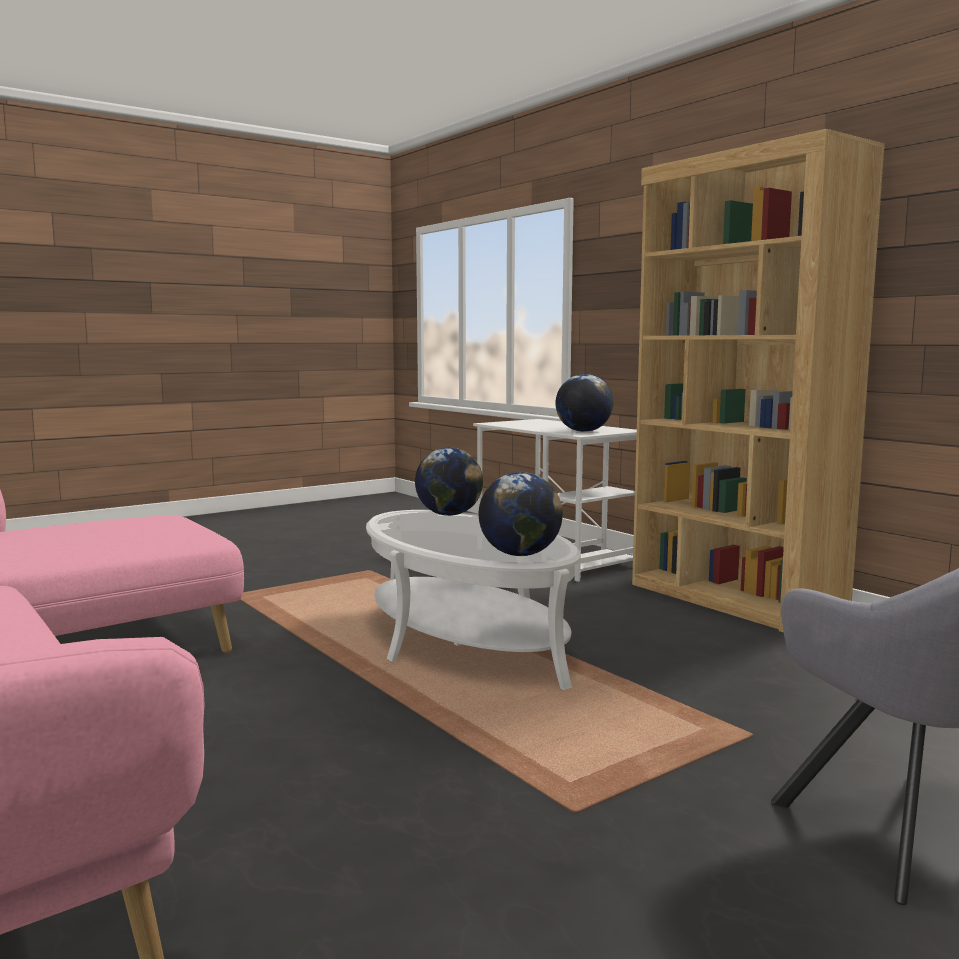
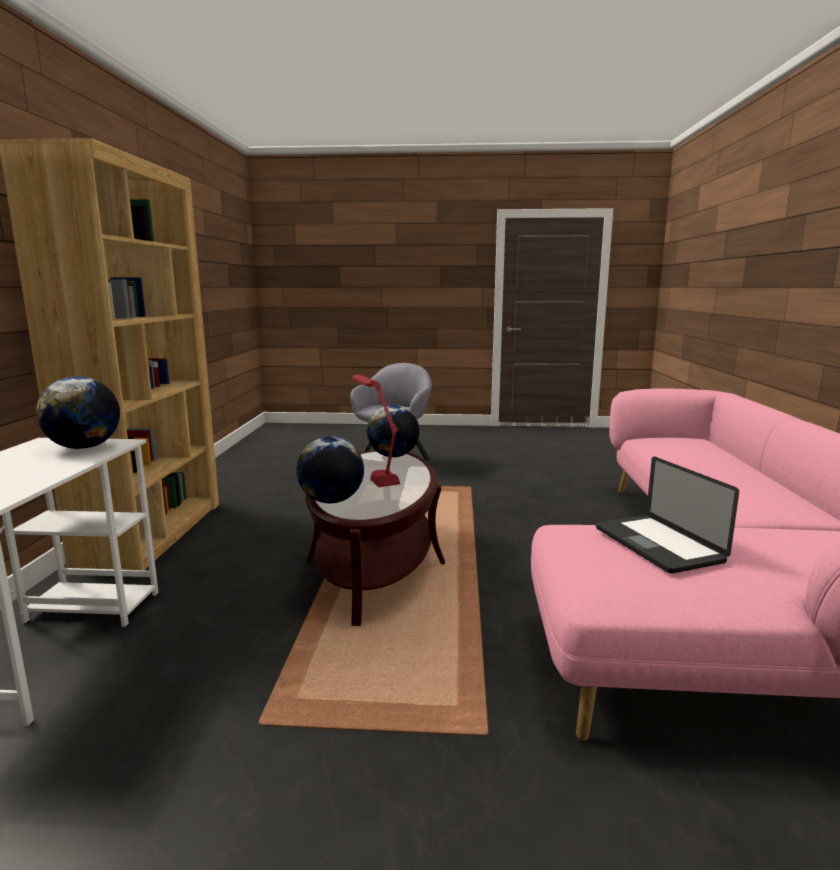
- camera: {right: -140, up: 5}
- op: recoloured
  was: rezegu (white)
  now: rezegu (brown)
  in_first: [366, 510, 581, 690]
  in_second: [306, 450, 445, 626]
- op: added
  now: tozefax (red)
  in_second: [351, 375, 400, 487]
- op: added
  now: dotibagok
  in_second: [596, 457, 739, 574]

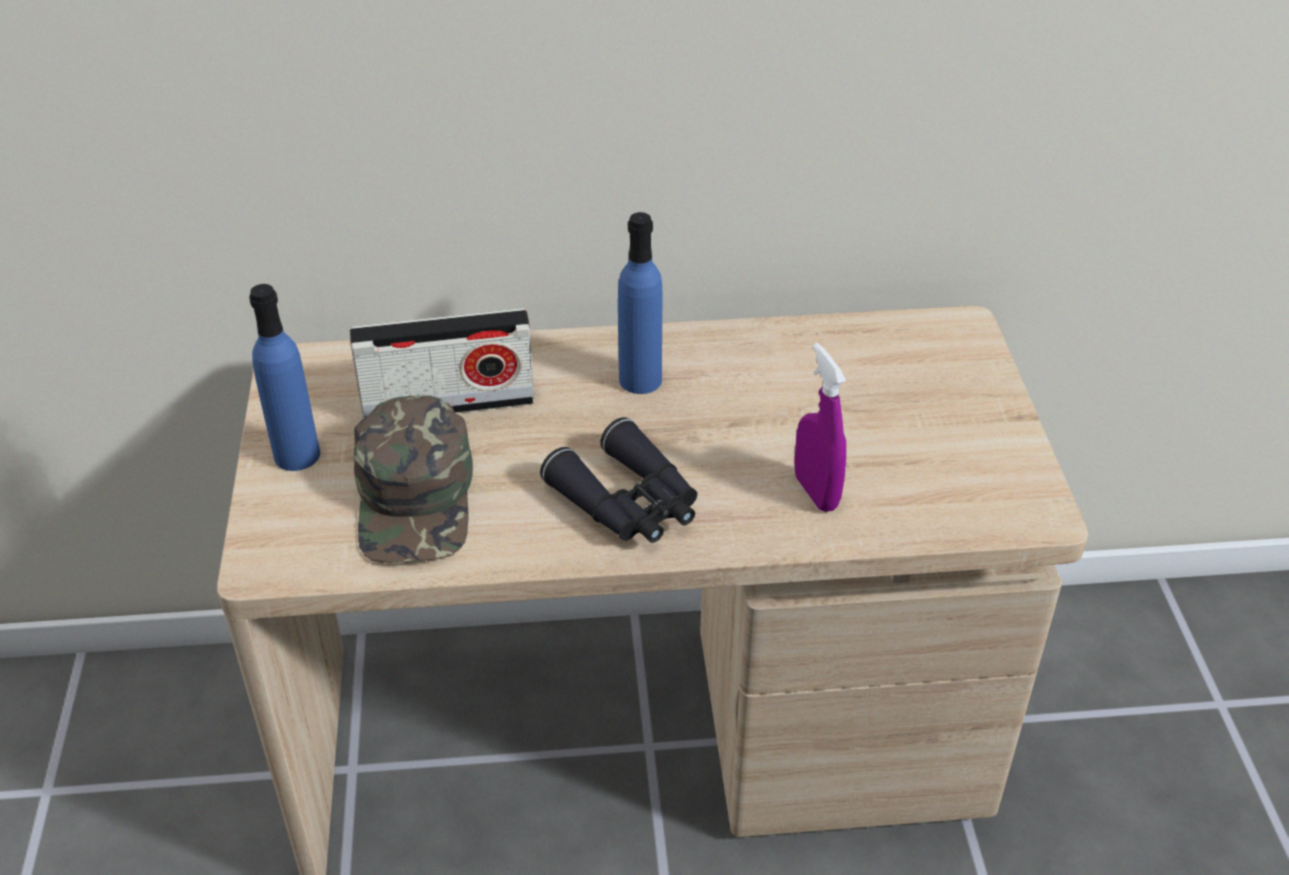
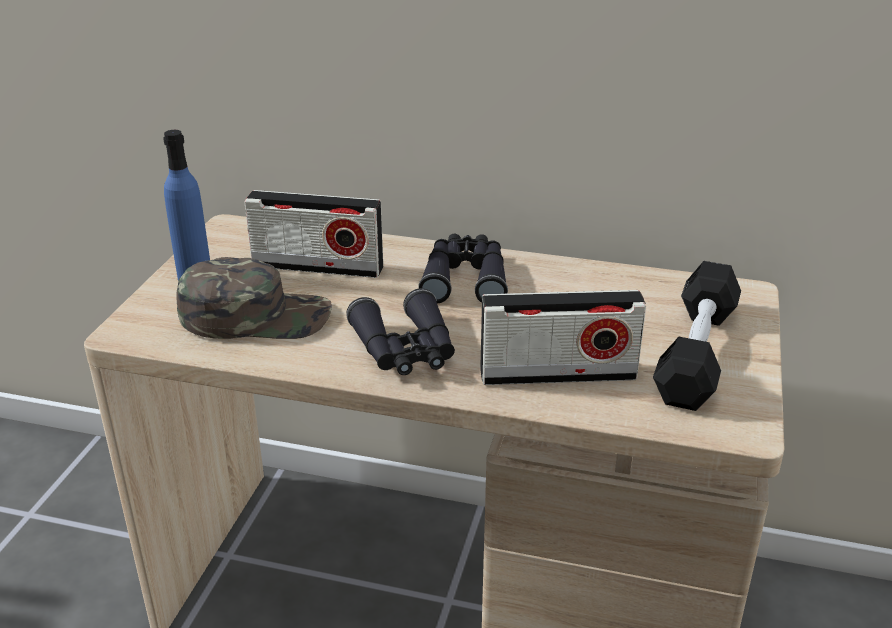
- camera: {right: 20, up: -10}
- op: replaced
  was: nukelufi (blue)
  now: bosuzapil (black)
  in_first: [618, 212, 662, 394]
  in_second: [418, 234, 508, 304]
- op: replaced
  was: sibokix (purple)
  now: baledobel
  in_first: [794, 343, 846, 512]
  in_second: [480, 290, 646, 385]
- op: turned
  was: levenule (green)
  in_first: [353, 395, 473, 563]
  in_second: [177, 257, 332, 339]
  clockwise: -105
- op: added
  now: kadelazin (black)
  in_second: [653, 261, 741, 411]

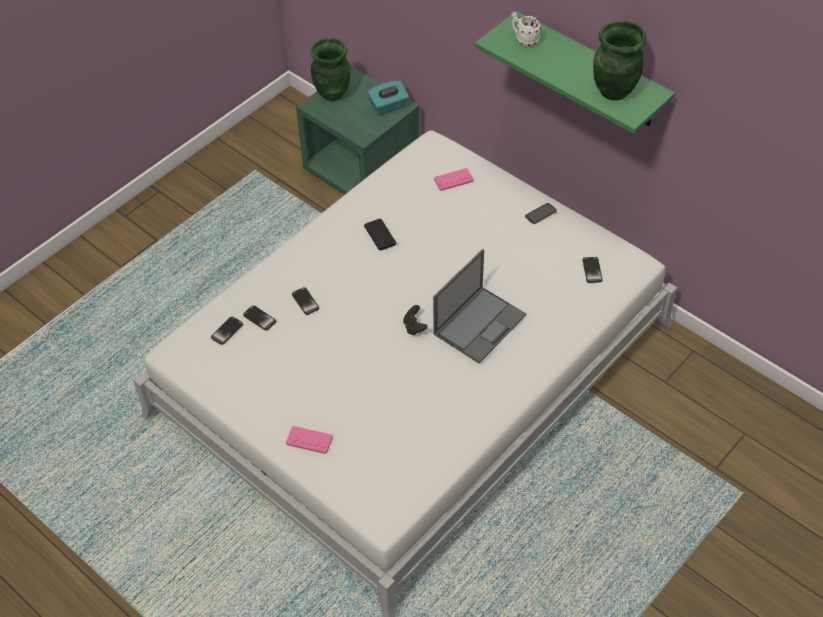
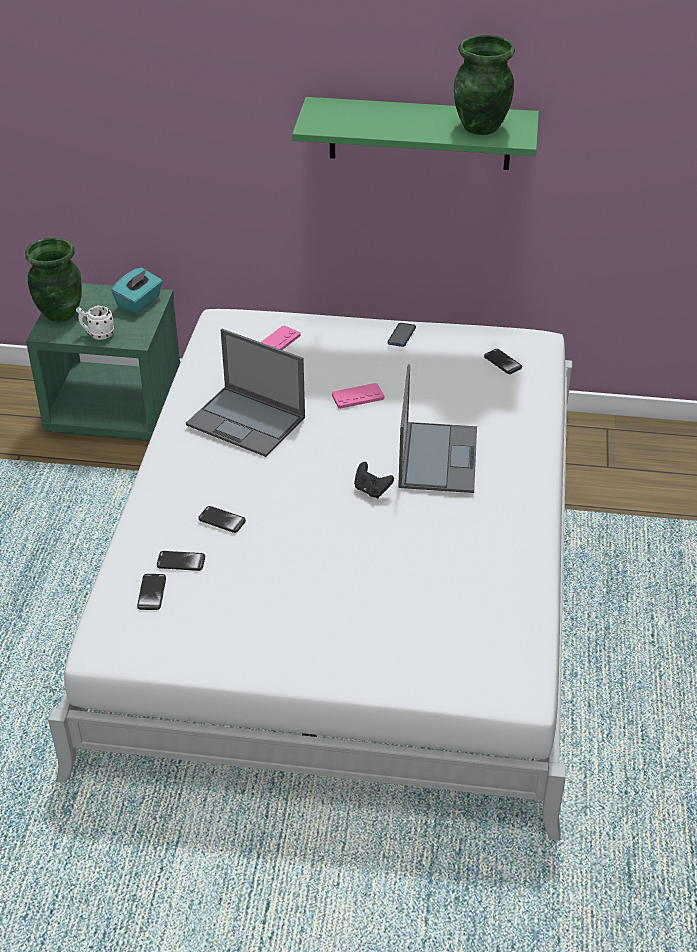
- camera: {right: -35, up: -10}
- op: moved
  was: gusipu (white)
  in_first: [512, 12, 541, 47]
  in_second: [76, 306, 114, 340]
- op: replaced
  was: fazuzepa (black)
  now: dotibagok
  in_first: [364, 219, 396, 251]
  in_second: [186, 329, 305, 457]
- op: moved
  was: fazuzepa (pink)
  in_first: [286, 426, 333, 454]
  in_second: [332, 383, 384, 409]

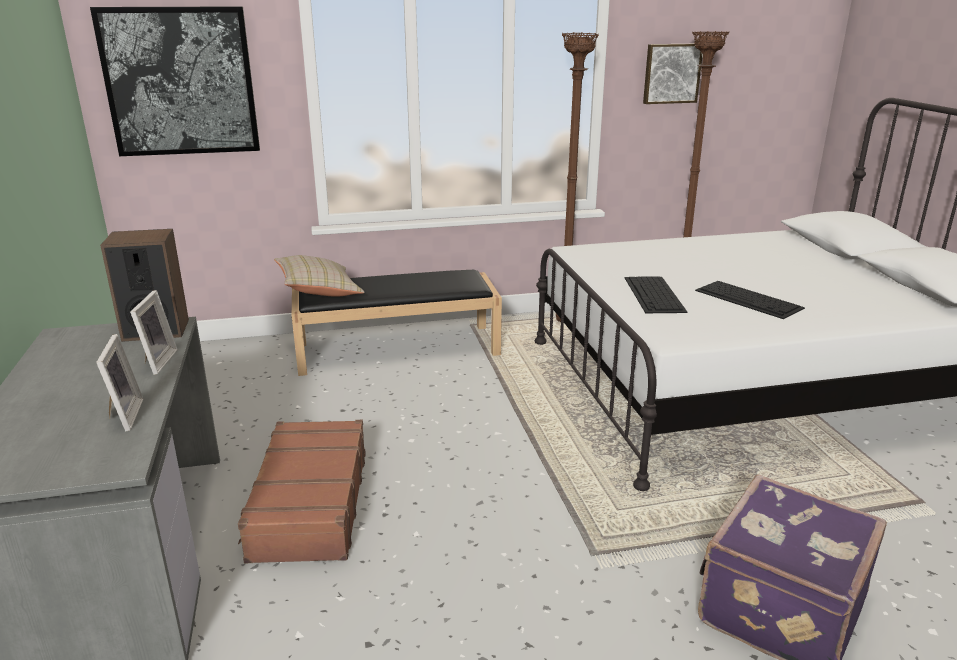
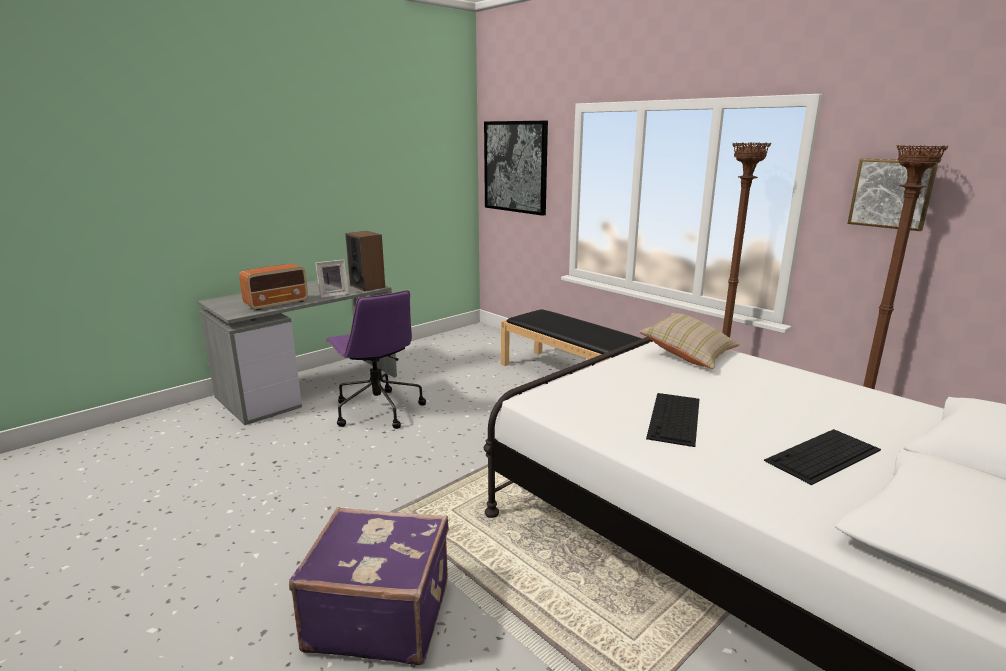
- camera: {right: 60, up: -5}
- op: moved
  was: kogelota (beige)
  in_first: [274, 255, 365, 297]
  in_second: [639, 313, 740, 369]
- op: moved
  was: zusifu
  in_first: [625, 276, 688, 313]
  in_second: [764, 429, 881, 485]
- op: replaced
  was: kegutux
  now: baledobel
  in_first: [96, 334, 143, 432]
  in_second: [239, 264, 308, 311]
- op: replaced
  was: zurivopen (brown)
  now: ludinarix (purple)
  in_first: [238, 420, 366, 564]
  in_second: [325, 290, 426, 429]

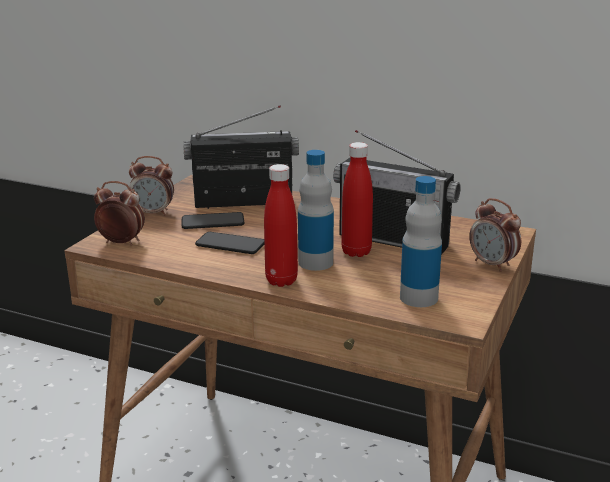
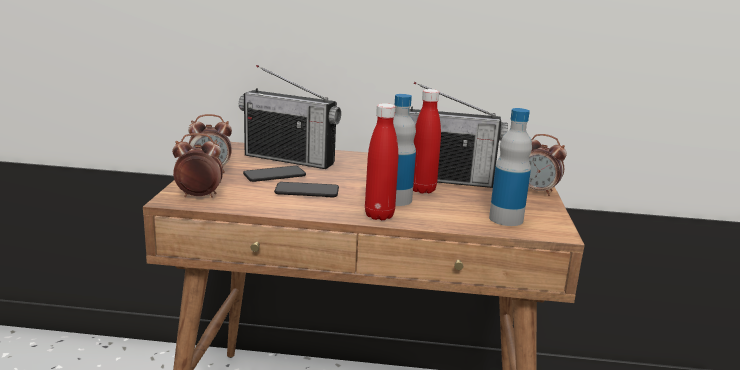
- camera: {right: -20, up: -5}
- op: turned
  was: baledobel
  in_first: [183, 106, 299, 209]
  in_second: [239, 65, 341, 169]
  clockwise: -135

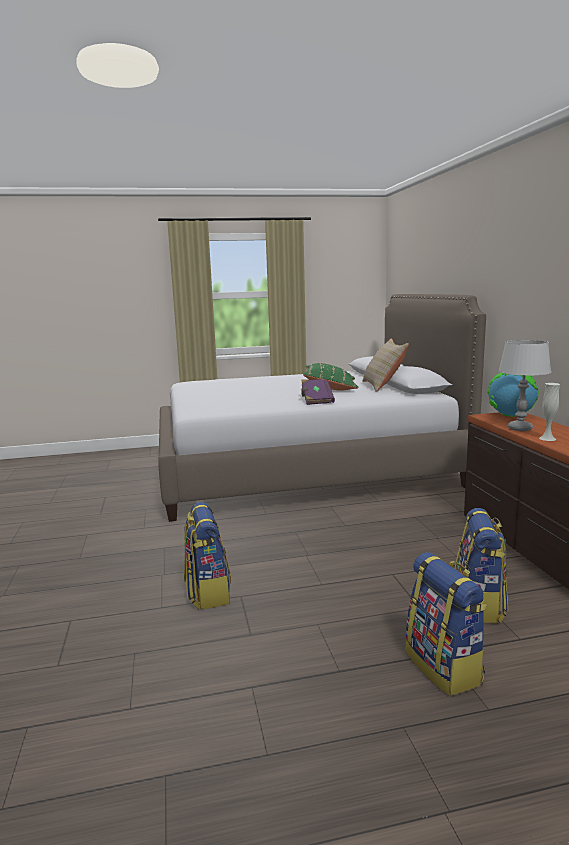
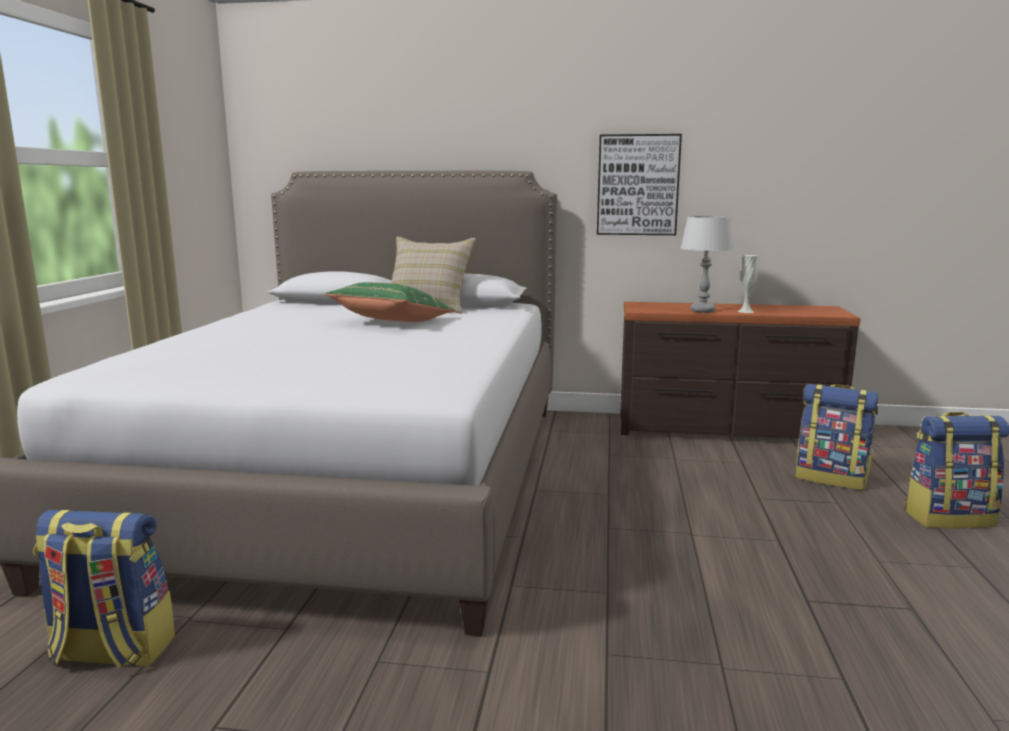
- camera: {right: -70, up: 0}
- op: removed
  was: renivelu
  in_first: [487, 372, 539, 417]
- op: removed
  was: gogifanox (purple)
  in_first: [301, 379, 335, 405]
- op: moved
  was: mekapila
  in_first: [184, 502, 231, 609]
  in_second: [33, 509, 175, 668]
- op: added
  now: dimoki
  in_second: [597, 134, 682, 235]

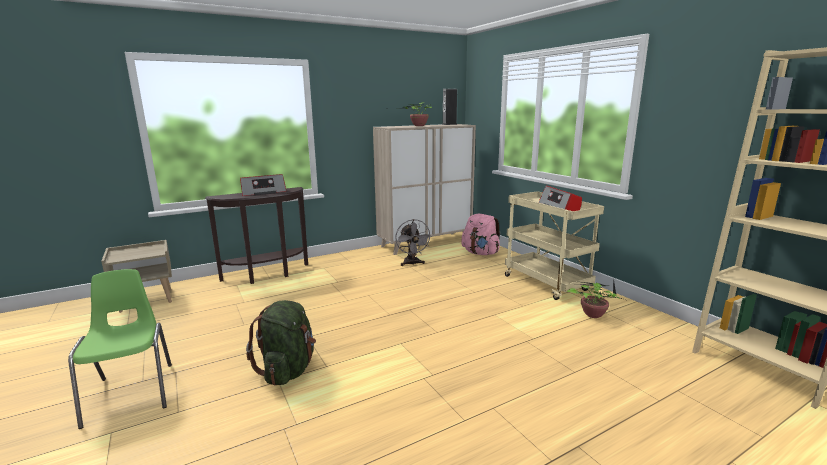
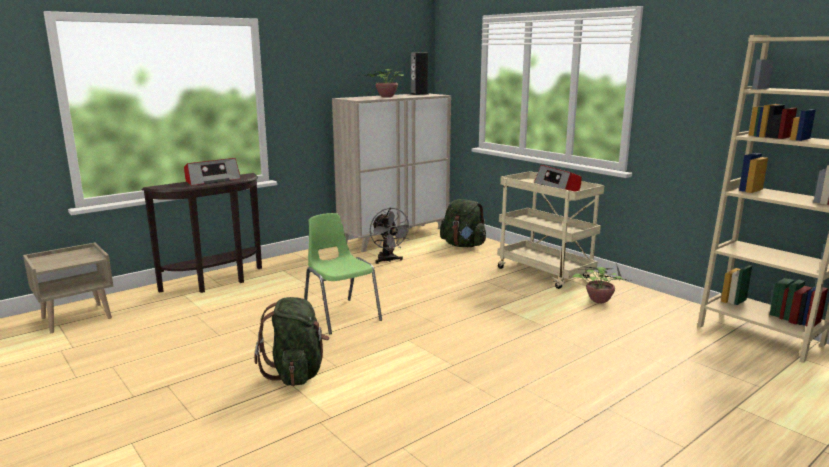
- camera: {right: -10, up: 0}
- op: recoloured
  was: mekapila (pink)
  now: mekapila (green)
  in_first: [461, 214, 500, 255]
  in_second: [440, 199, 486, 247]
- op: moved
  was: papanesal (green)
  in_first: [68, 269, 172, 429]
  in_second: [304, 213, 382, 334]

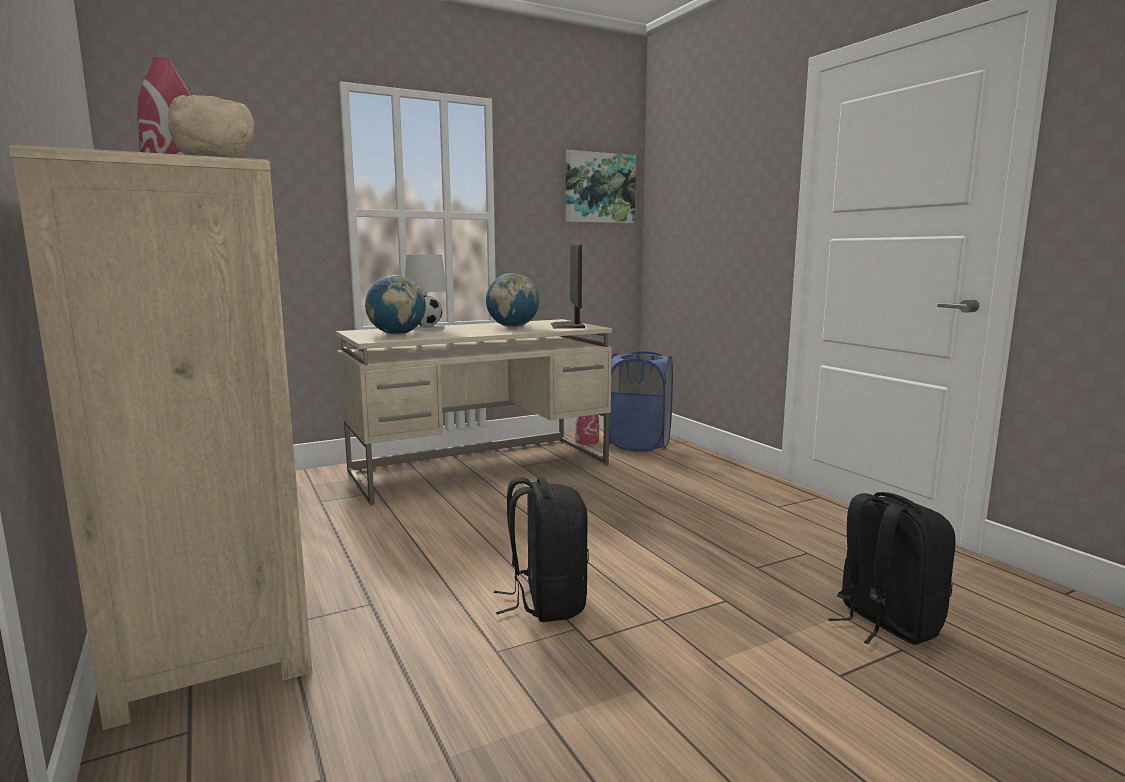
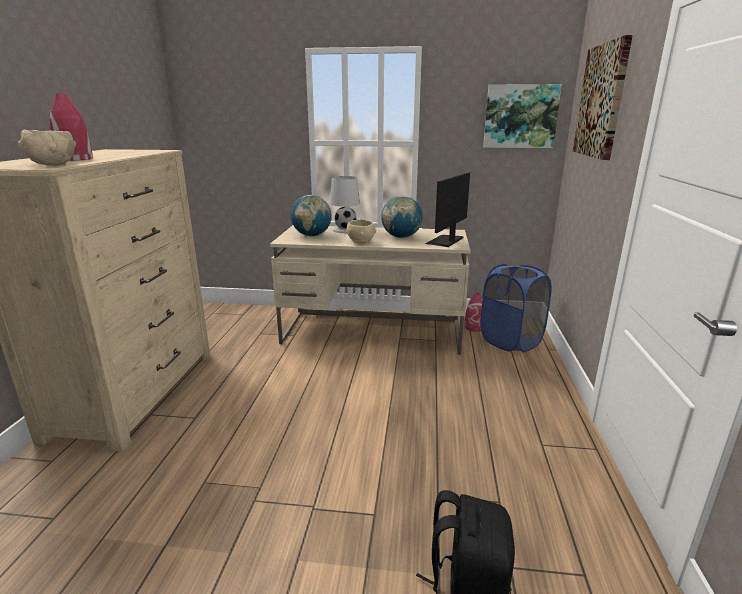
- camera: {right: 35, up: 10}
- op: removed
  was: mekapila (black)
  in_first: [494, 477, 589, 622]
- op: added
  now: dimoki
  in_second: [573, 35, 633, 160]
- op: added
  now: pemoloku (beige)
  in_second: [346, 219, 376, 244]

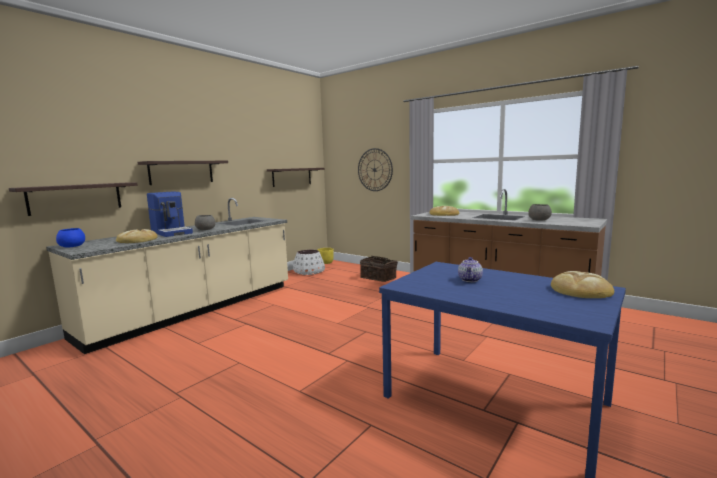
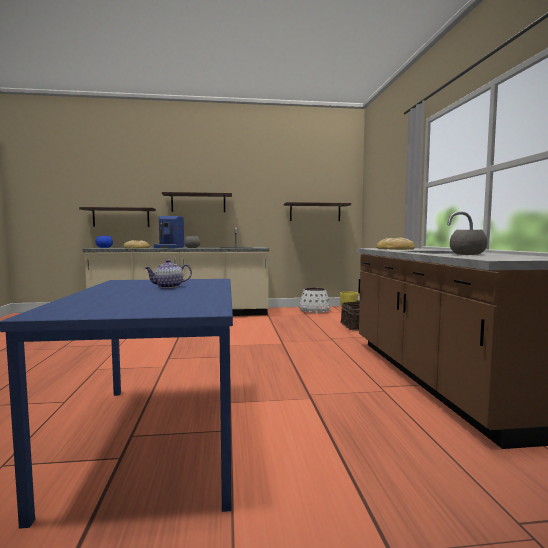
- camera: {right: 45, up: -5}
- op: removed
  was: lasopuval
  in_first: [358, 148, 393, 191]
- op: removed
  was: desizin
  in_first: [551, 271, 614, 298]

